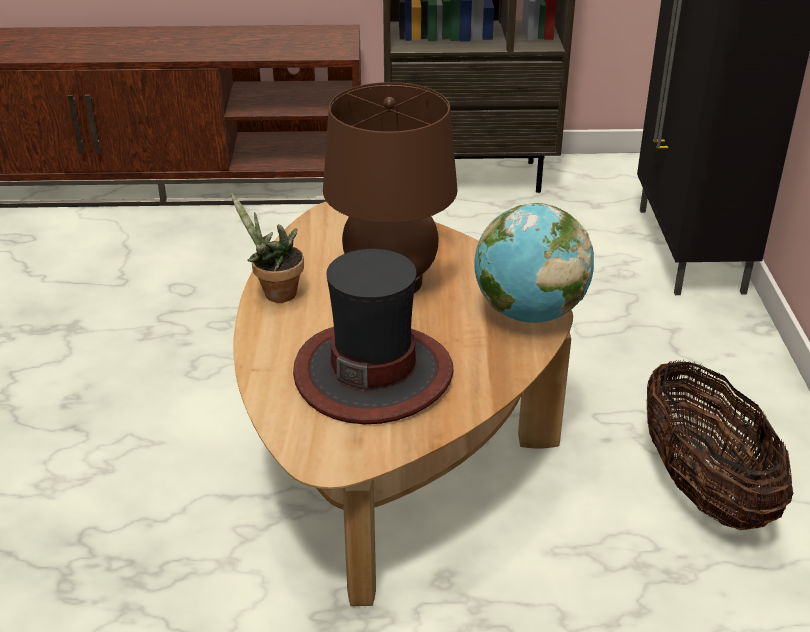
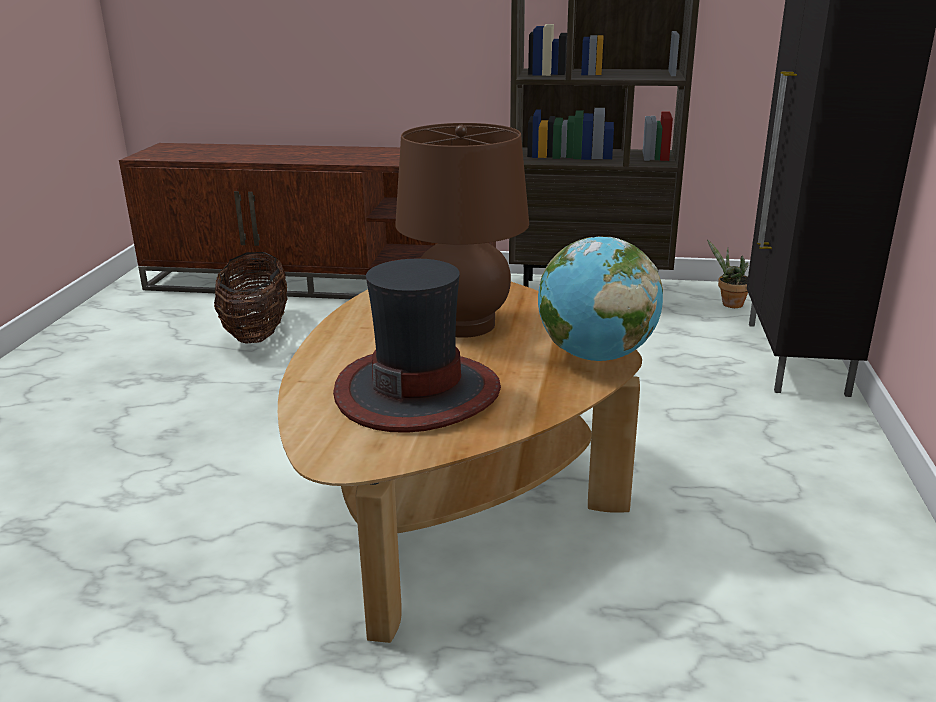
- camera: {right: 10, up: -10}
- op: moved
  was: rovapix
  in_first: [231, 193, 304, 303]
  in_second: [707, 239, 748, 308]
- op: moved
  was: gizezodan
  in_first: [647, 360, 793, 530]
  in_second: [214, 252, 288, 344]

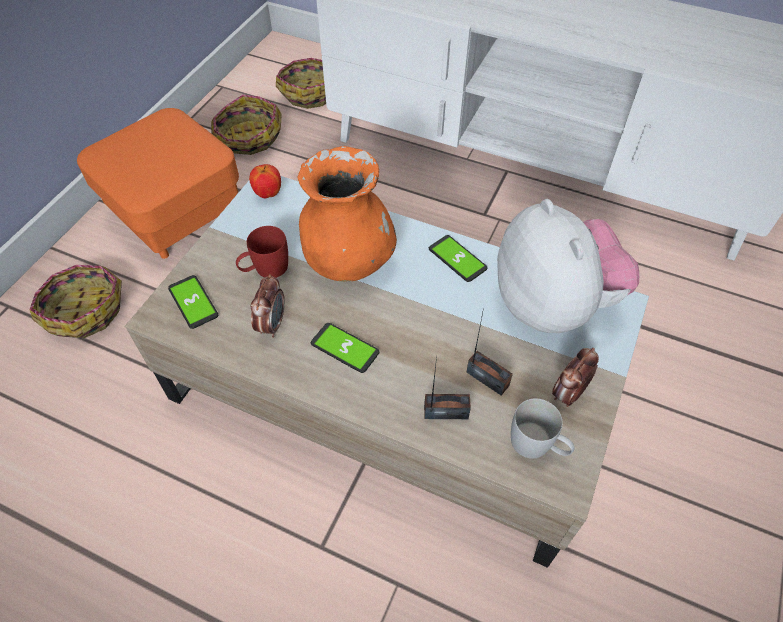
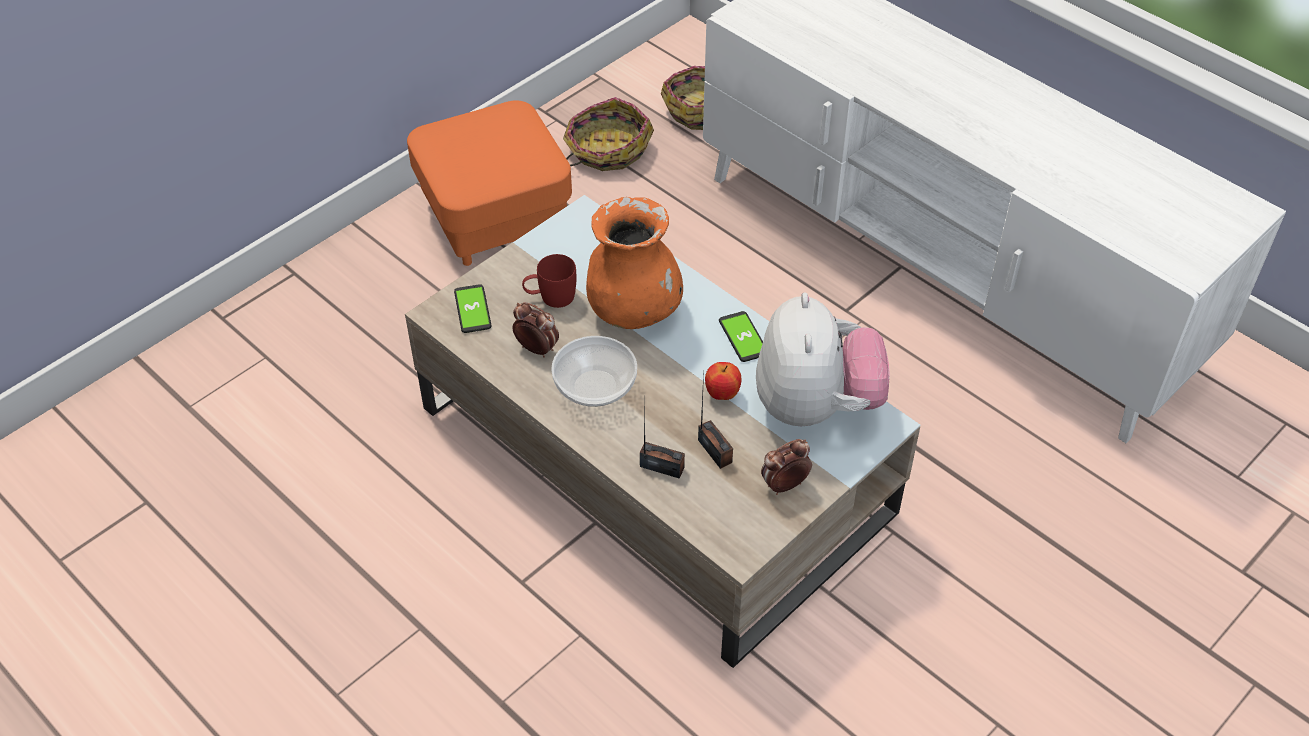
- camera: {right: 20, up: -5}
- op: moved
  was: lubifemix
  in_first: [249, 164, 281, 198]
  in_second: [705, 362, 742, 400]
- op: removed
  was: gizezodan
  in_first: [29, 265, 122, 338]
- op: turned
  was: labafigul
  in_first: [251, 274, 285, 338]
  in_second: [512, 302, 559, 358]
  clockwise: -90
- op: replaced
  was: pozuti
  now: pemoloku
  in_first: [311, 323, 380, 373]
  in_second: [551, 336, 637, 407]
- op: removed
  was: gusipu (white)
  in_first: [511, 399, 575, 459]

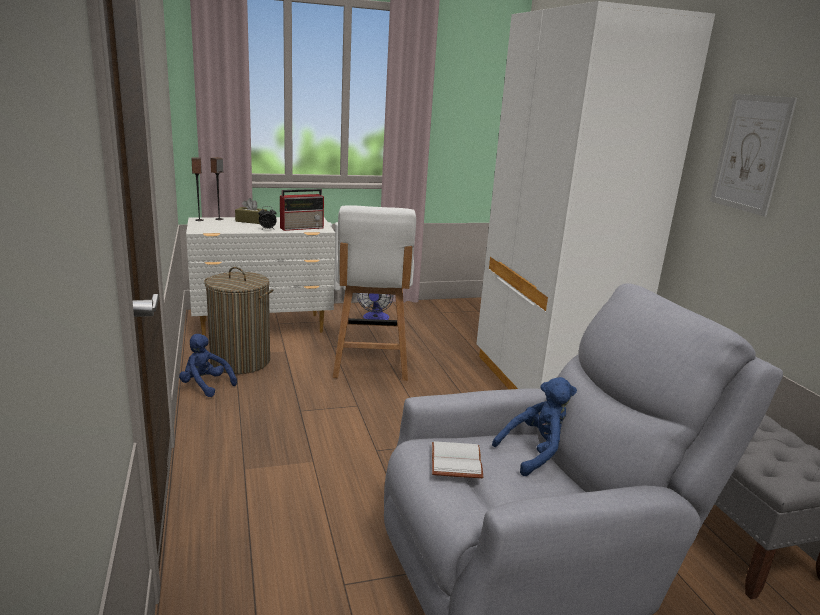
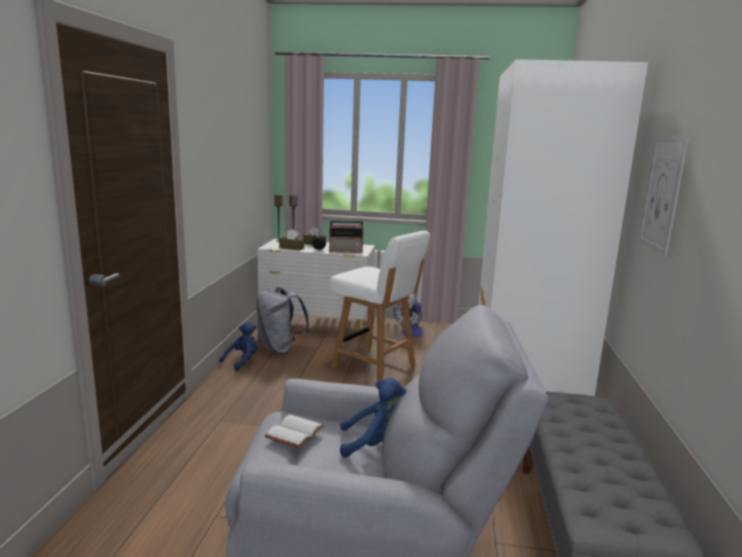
- camera: {right: 25, up: -5}
- op: turned
  was: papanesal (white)
  in_first: [333, 205, 416, 381]
  in_second: [329, 231, 430, 381]
  clockwise: -75
- op: replaced
  was: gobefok
  now: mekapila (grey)
  in_first: [204, 267, 273, 374]
  in_second: [256, 288, 310, 355]
- op: turned
  was: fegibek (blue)
  in_first: [179, 334, 237, 397]
  in_second: [219, 322, 257, 371]
  clockwise: 75
- op: added
  now: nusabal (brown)
  in_second: [279, 229, 304, 250]

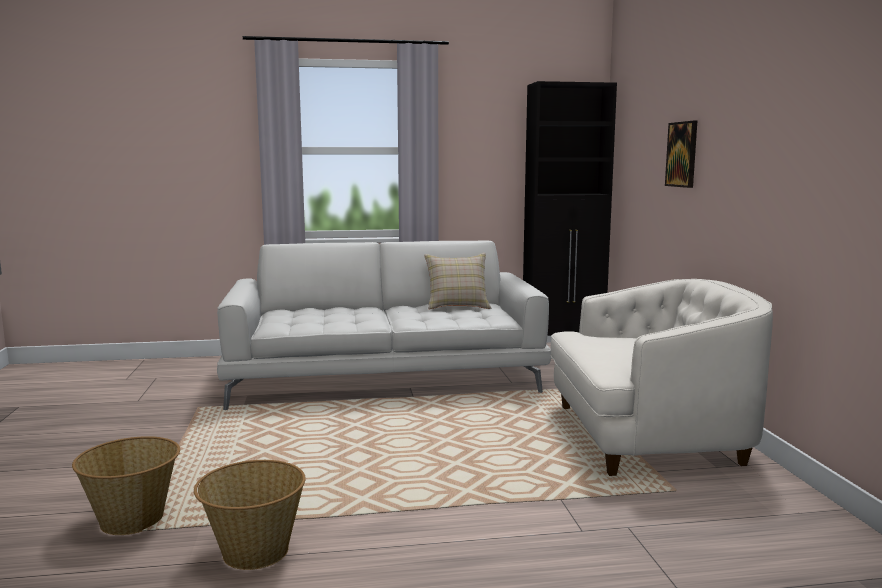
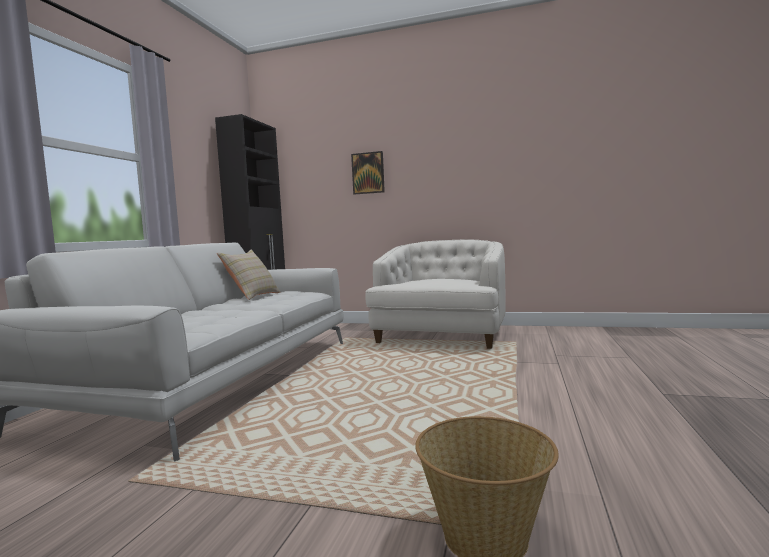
- camera: {right: -65, up: -5}
- op: removed
  was: gizezodan
  in_first: [194, 460, 306, 570]

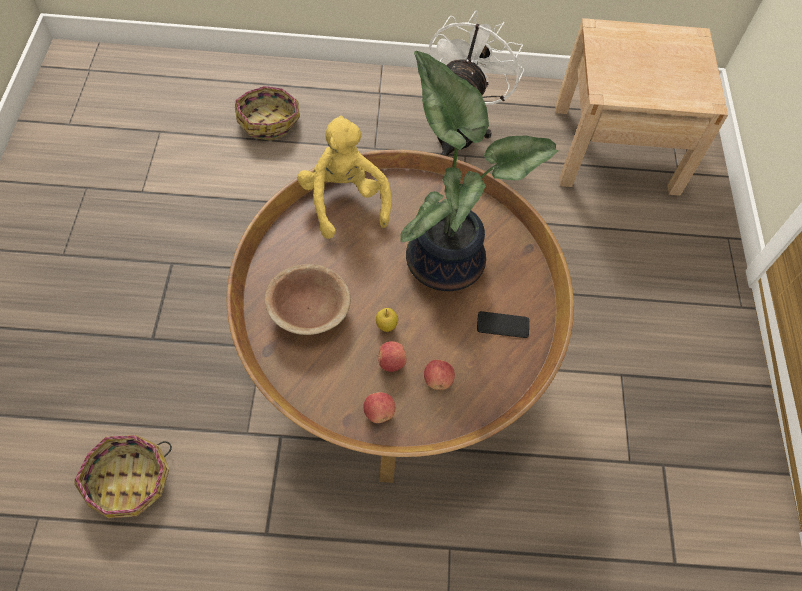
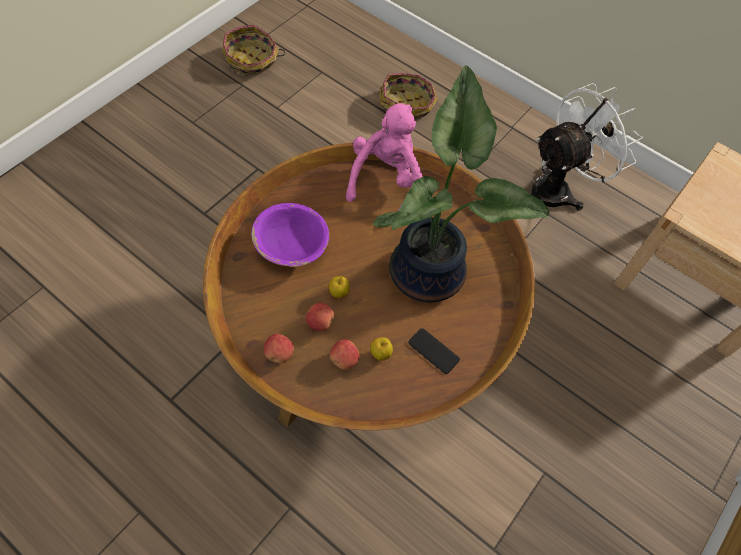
- camera: {right: 35, up: 0}
- op: recoloured
  was: fegibek (yellow)
  now: fegibek (pink)
  in_first: [297, 115, 391, 239]
  in_second: [346, 103, 423, 211]
- op: recoloured
  was: pemoloku (brown)
  now: pemoloku (purple)
  in_first: [265, 264, 351, 335]
  in_second: [251, 203, 329, 267]
- op: moved
  was: gizezodan
  in_first: [74, 435, 172, 519]
  in_second: [223, 25, 285, 75]
- op: added
  now: lubifemix
  in_second: [370, 337, 393, 361]

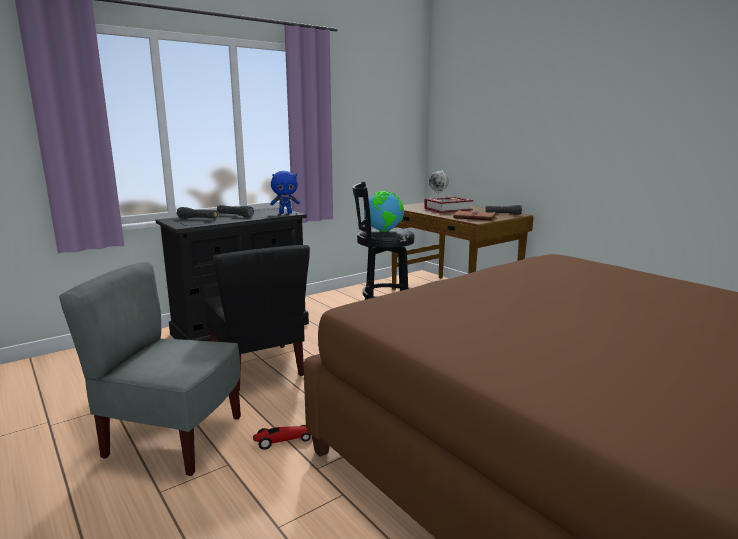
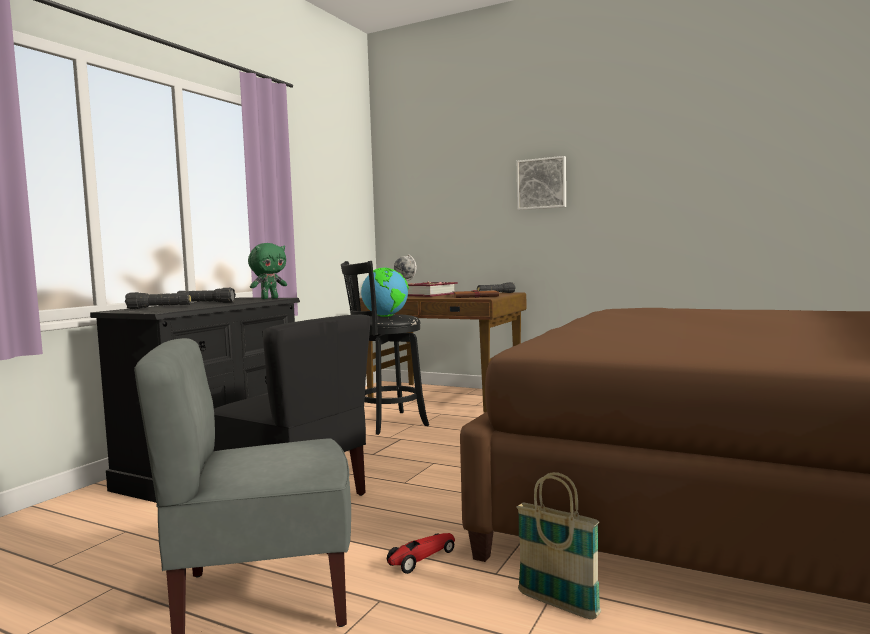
- camera: {right: -25, up: -10}
- op: recoloured
  was: fegibek (blue)
  now: fegibek (green)
  in_first: [270, 171, 300, 214]
  in_second: [248, 243, 287, 299]
- op: added
  now: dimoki
  in_second: [517, 156, 566, 210]
- op: added
  now: gizezodan
  in_second: [516, 472, 601, 619]

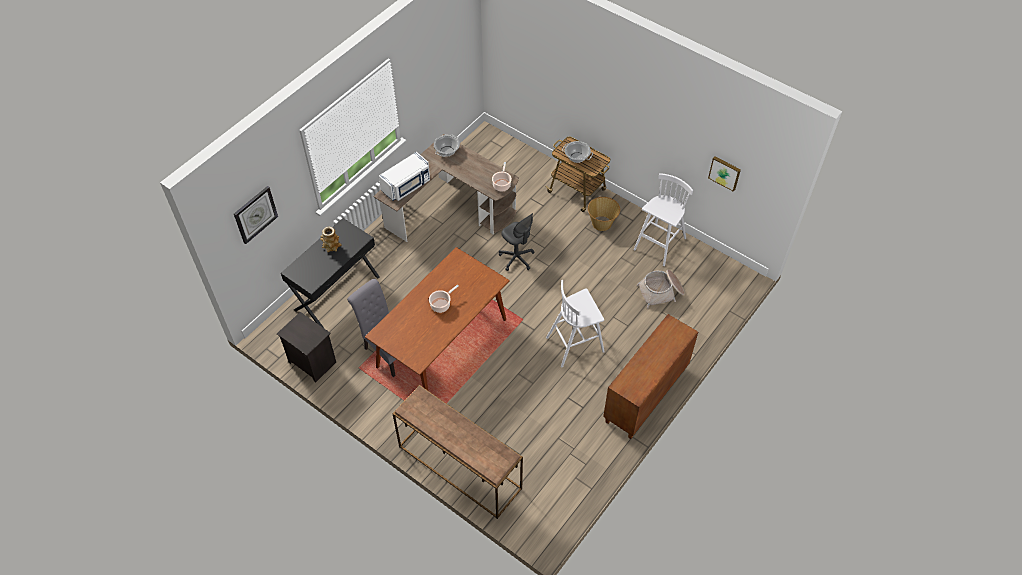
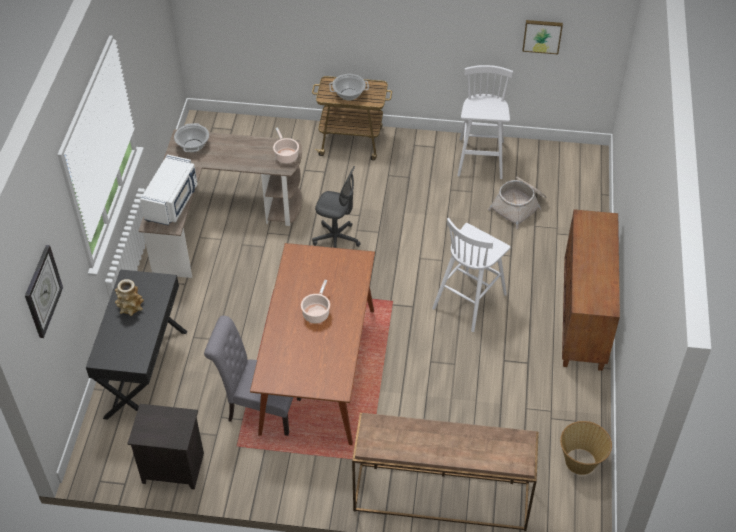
- camera: {right: -30, up: -5}
- op: moved
  was: gizezodan
  in_first: [588, 197, 620, 231]
  in_second: [560, 421, 612, 475]

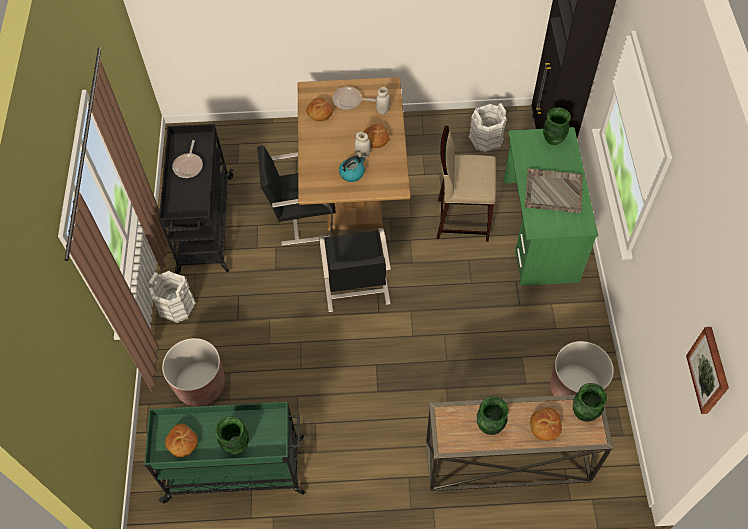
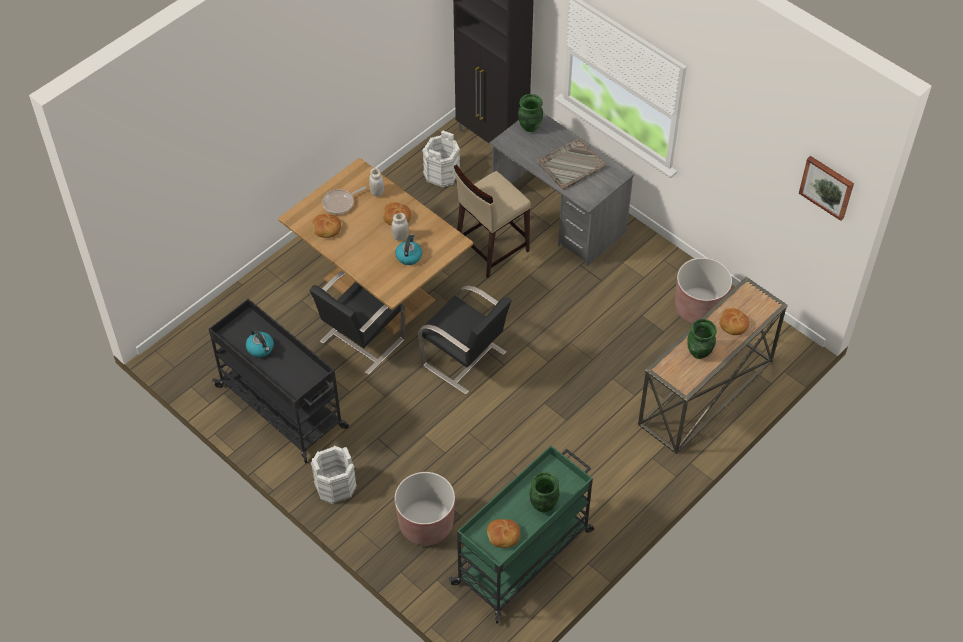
- camera: {right: -45, up: -5}
- op: recoloured
  was: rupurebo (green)
  now: rupurebo (grey)
  in_first: [503, 127, 598, 286]
  in_second: [489, 113, 634, 266]
- op: replaced
  was: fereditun
  now: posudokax
  in_first: [172, 140, 203, 178]
  in_second: [246, 328, 274, 357]
- op: removed
  was: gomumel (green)
  in_first: [573, 383, 607, 422]

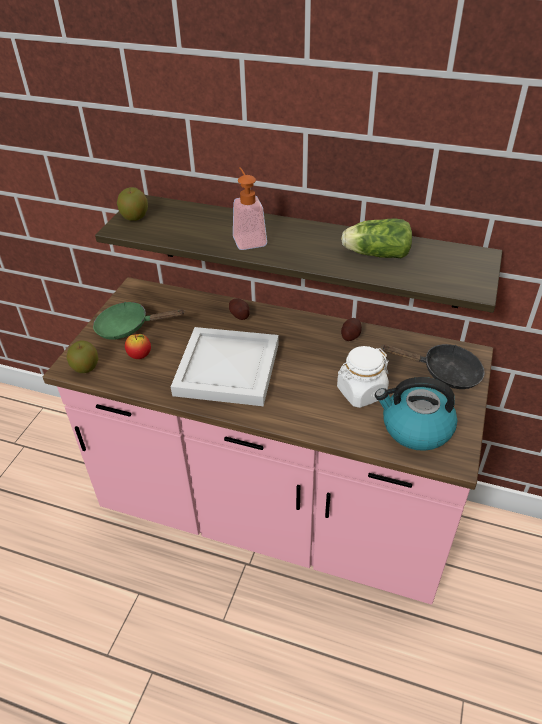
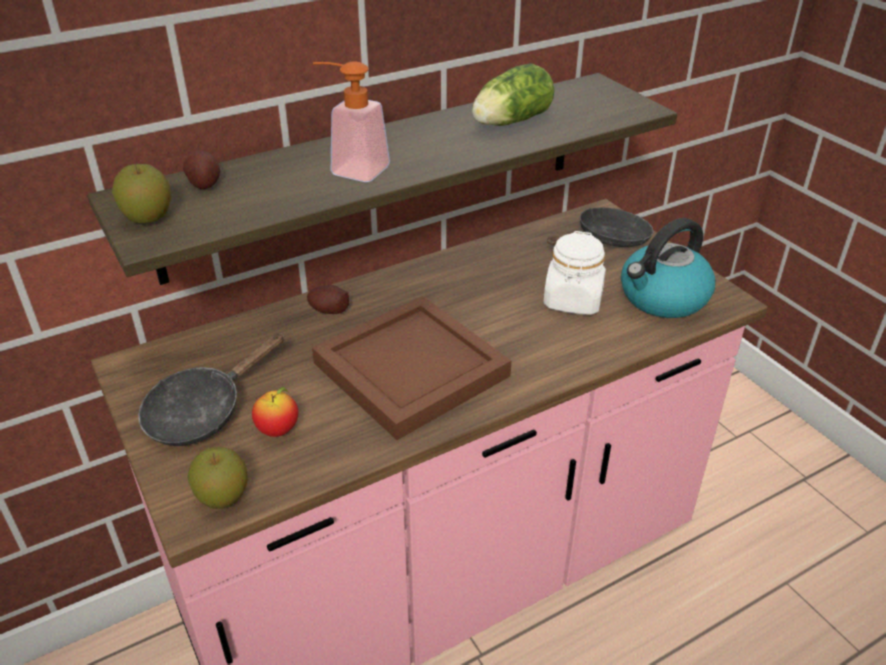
- camera: {right: -50, up: -5}
- op: recoloured
  was: fereditun (green)
  now: fereditun (black)
  in_first: [93, 302, 185, 340]
  in_second: [138, 333, 284, 446]
- op: moved
  was: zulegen
  in_first: [341, 318, 362, 341]
  in_second: [183, 150, 220, 189]
- op: recoloured
  was: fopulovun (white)
  now: fopulovun (brown)
  in_first: [171, 327, 279, 406]
  in_second: [312, 296, 512, 440]

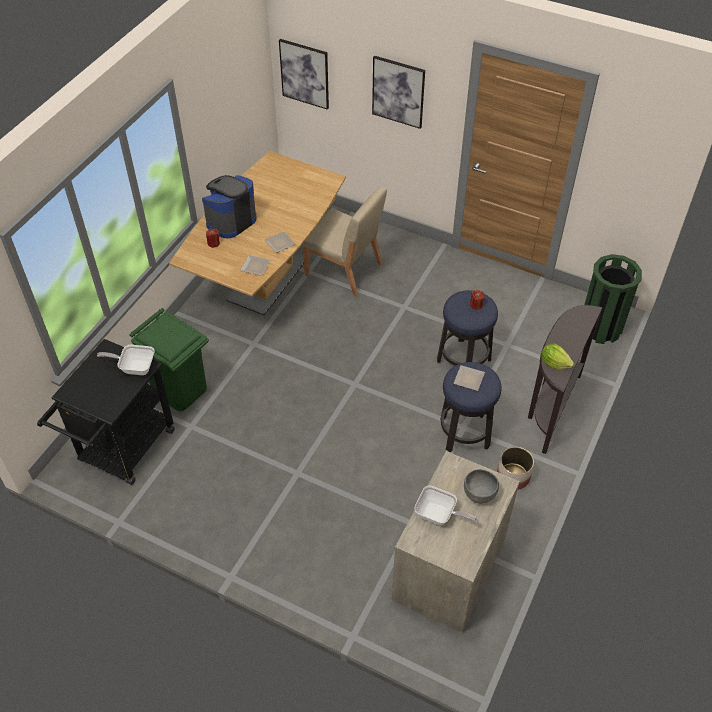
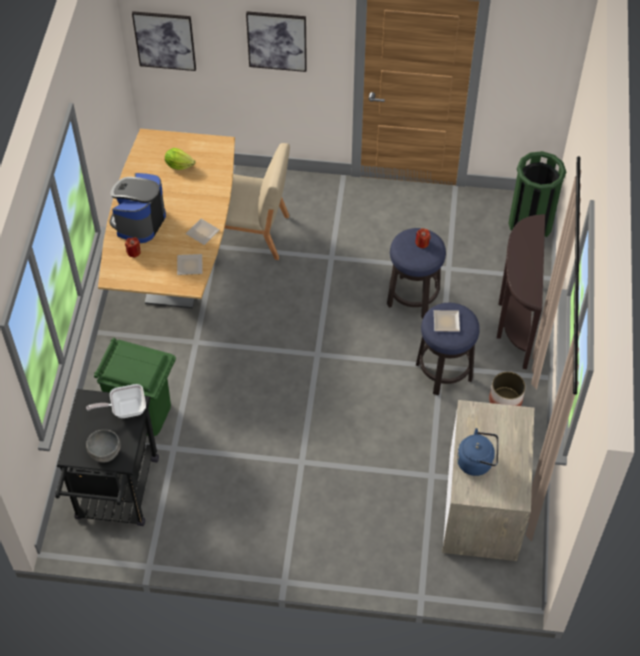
- camera: {right: -20, up: 5}
- op: moved
  was: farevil
  in_first: [541, 343, 575, 369]
  in_second: [165, 148, 196, 170]
- op: moved
  was: pemoloku (grey)
  in_first: [464, 469, 499, 504]
  in_second: [86, 429, 121, 463]
- op: replaced
  was: fereditun
  now: posudokax (blue)
  in_first: [414, 486, 478, 525]
  in_second: [457, 428, 498, 476]

